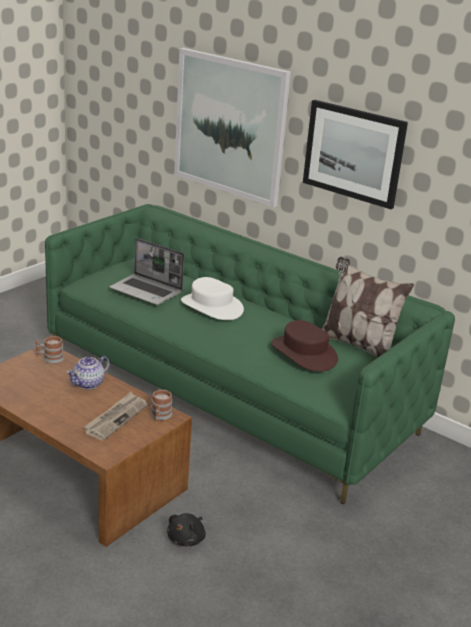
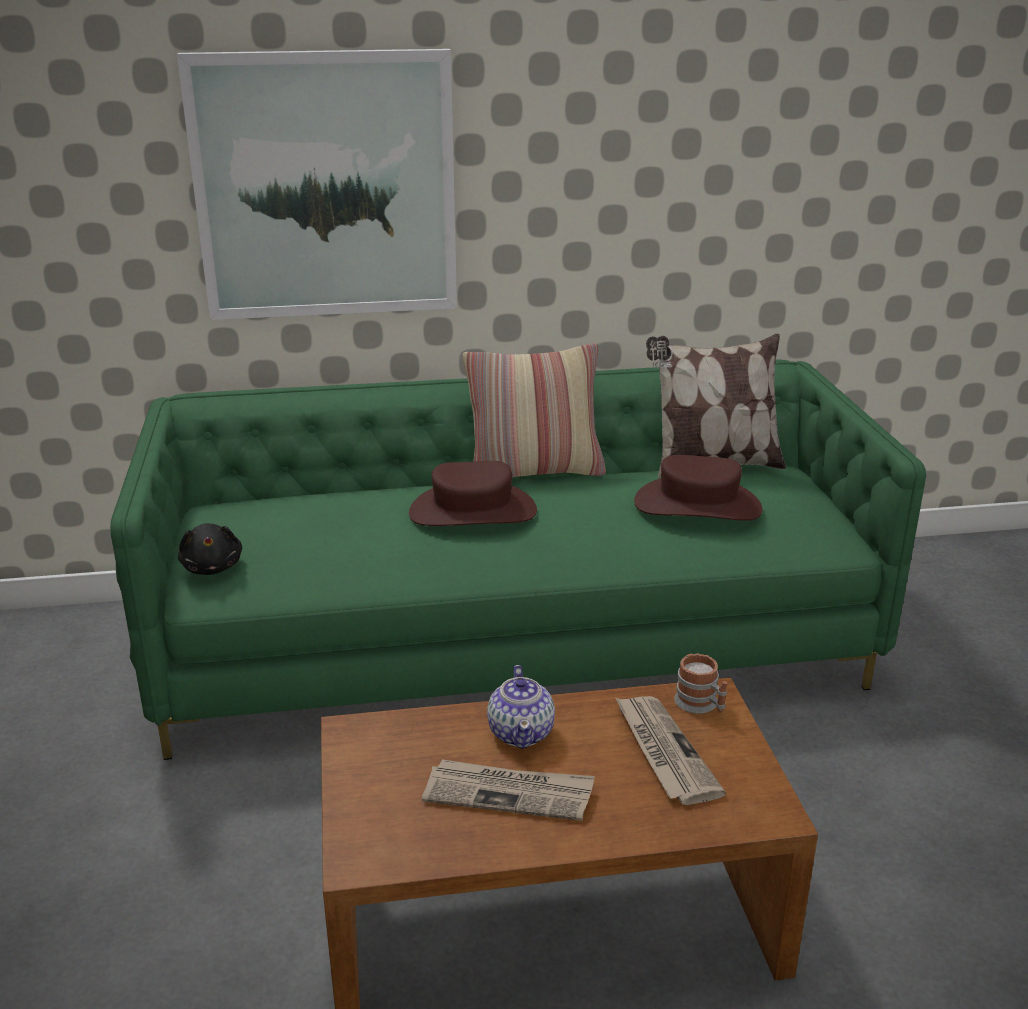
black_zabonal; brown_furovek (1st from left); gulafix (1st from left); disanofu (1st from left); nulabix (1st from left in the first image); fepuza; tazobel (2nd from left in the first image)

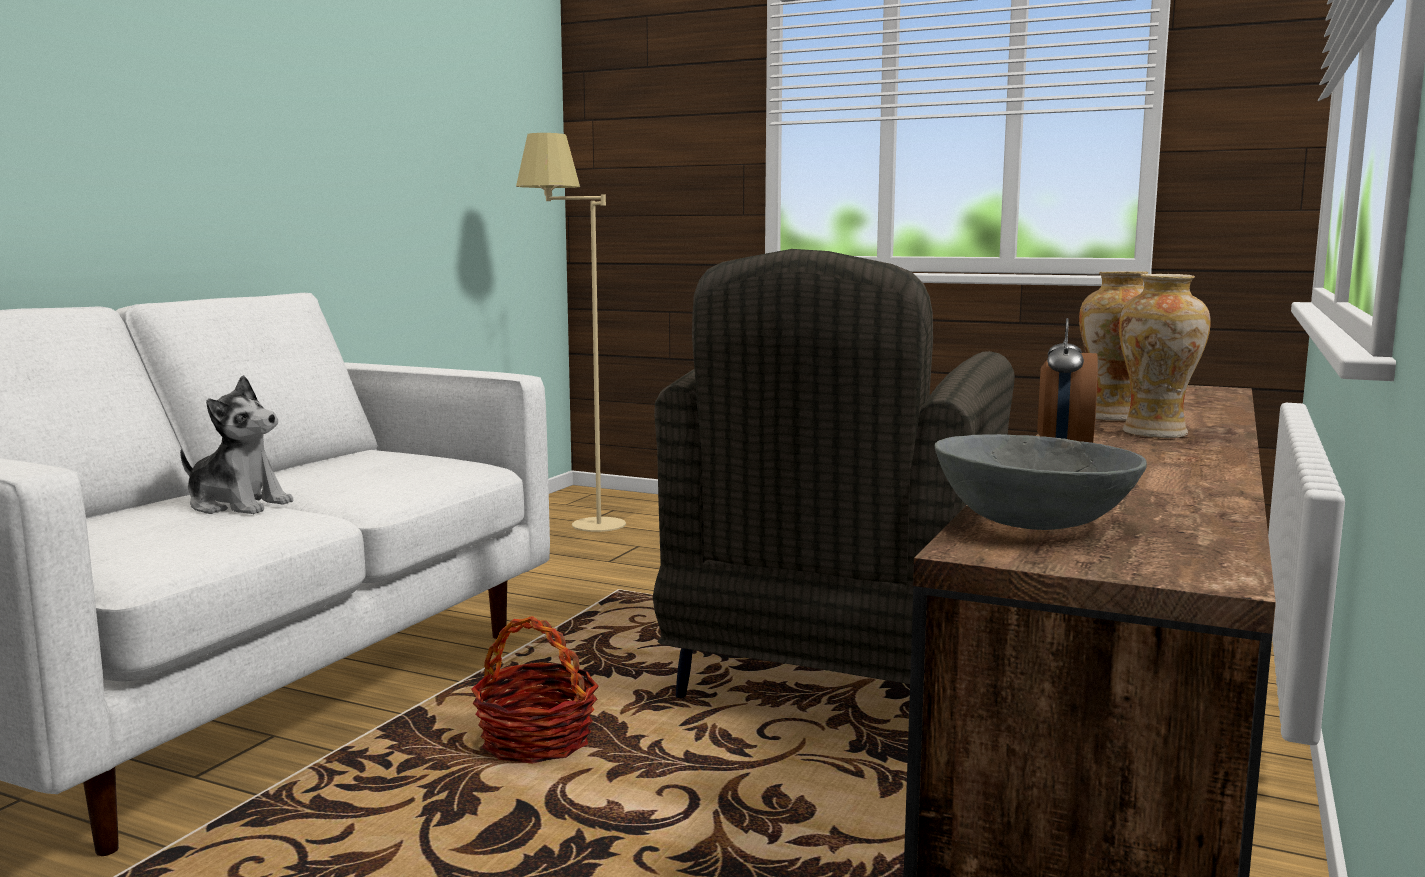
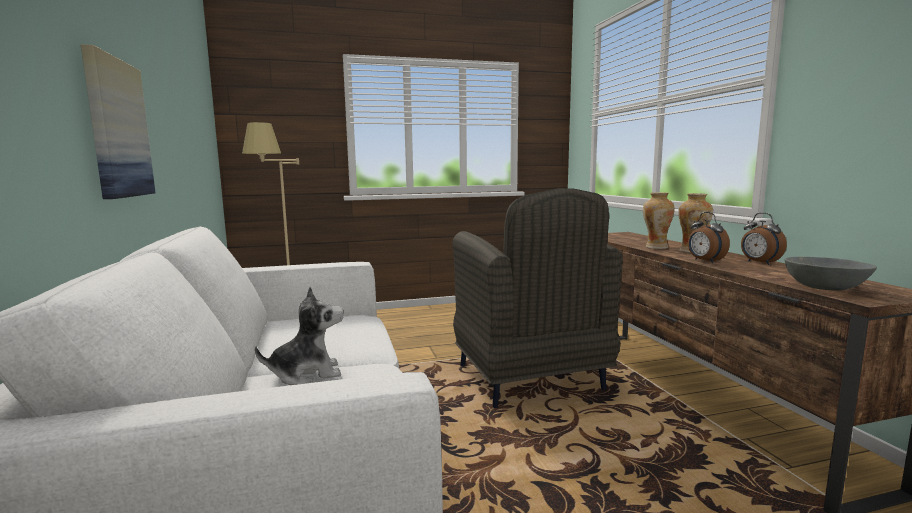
tazobel; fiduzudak (2nd from left); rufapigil

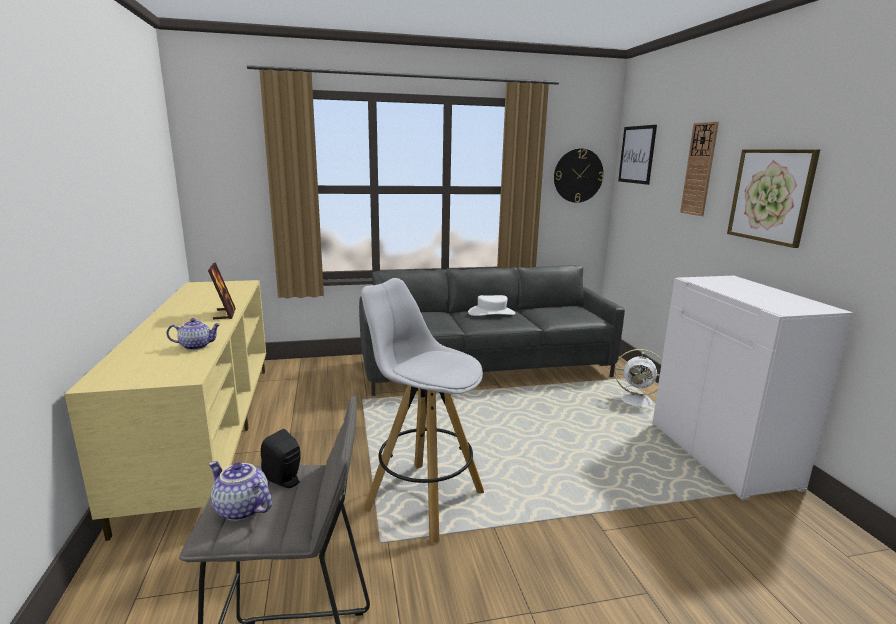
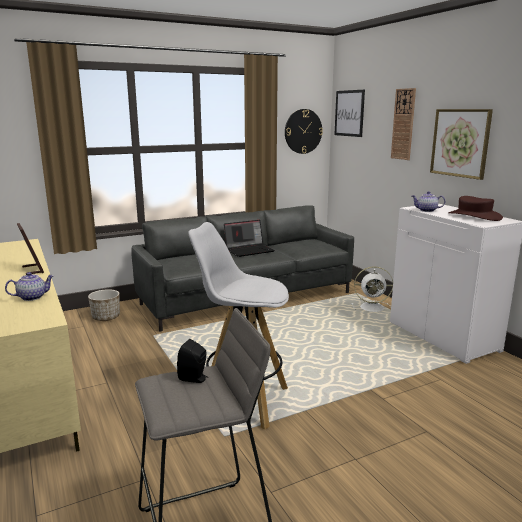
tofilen; fepuza; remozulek (2nd from left); brown_furovek

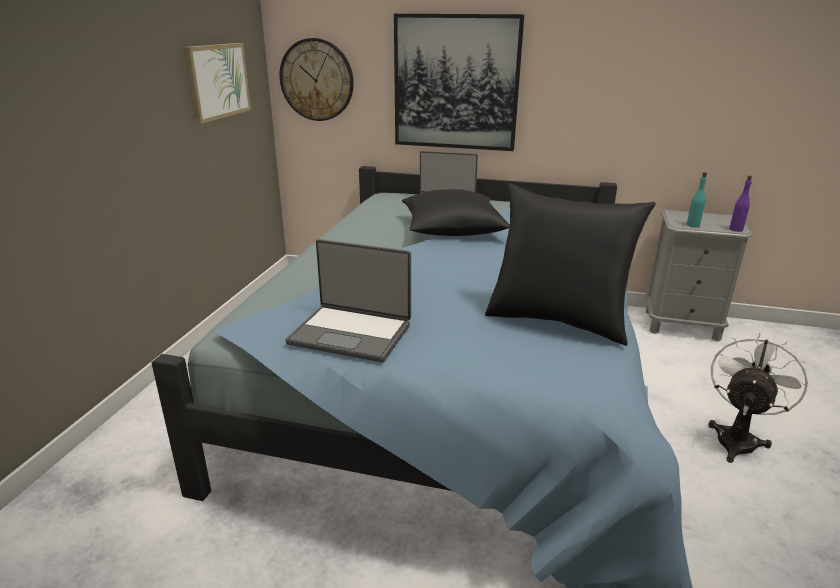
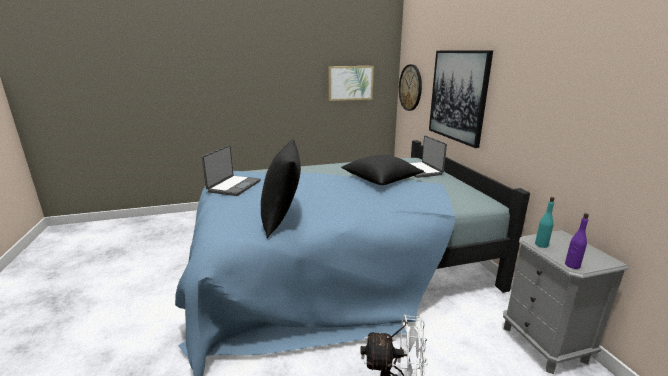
fepuza (1st from left)

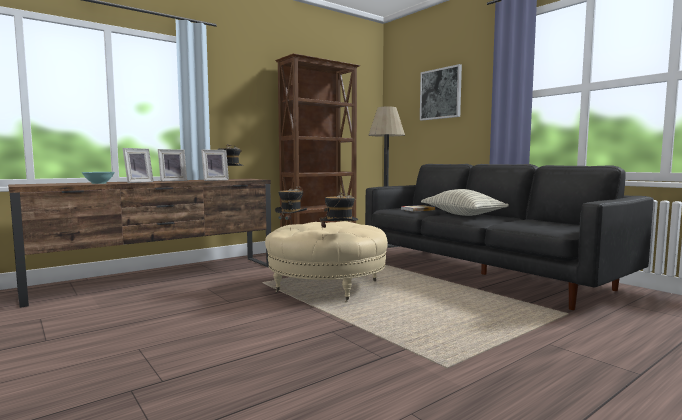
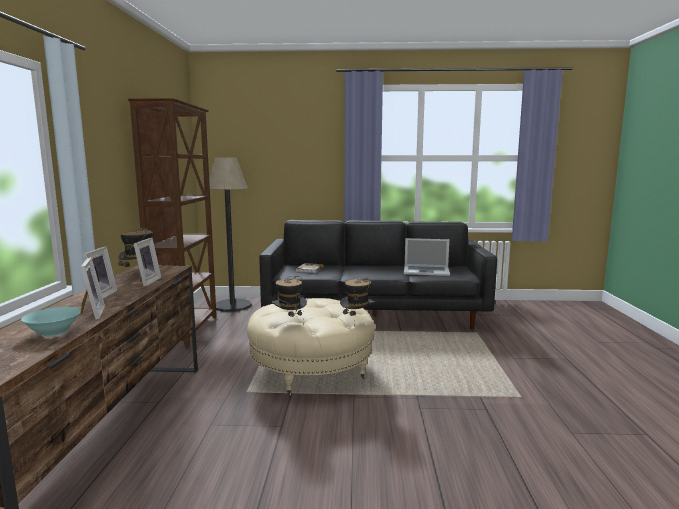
fepuza; tazobel; disanofu

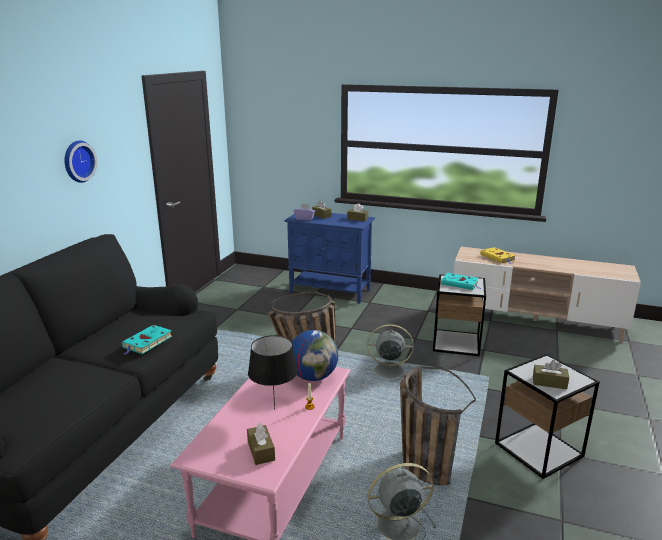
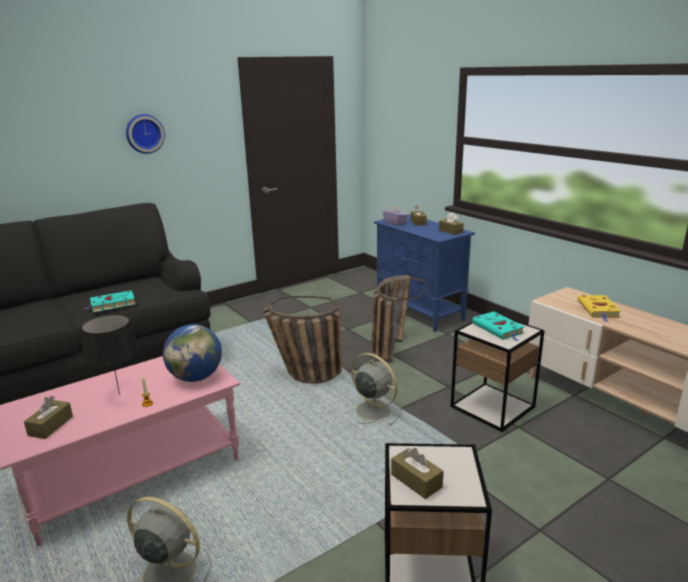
rufapigil (2nd from left)

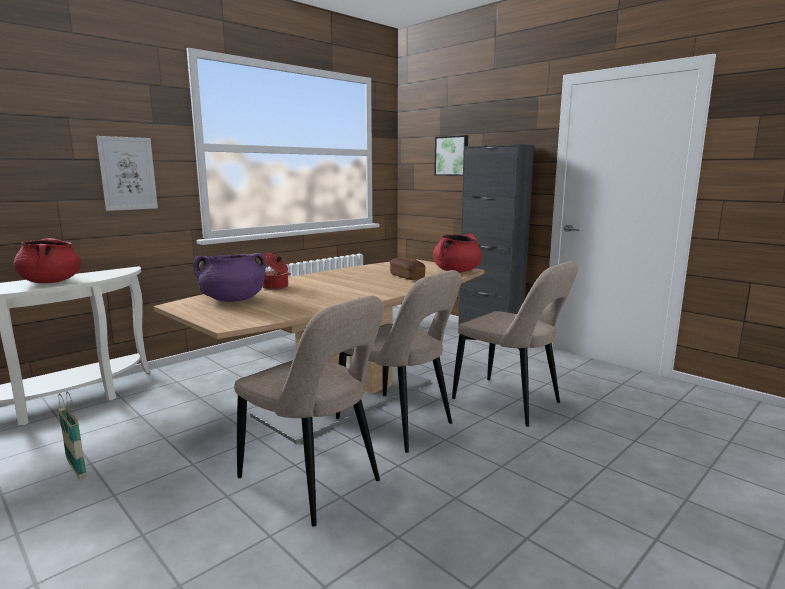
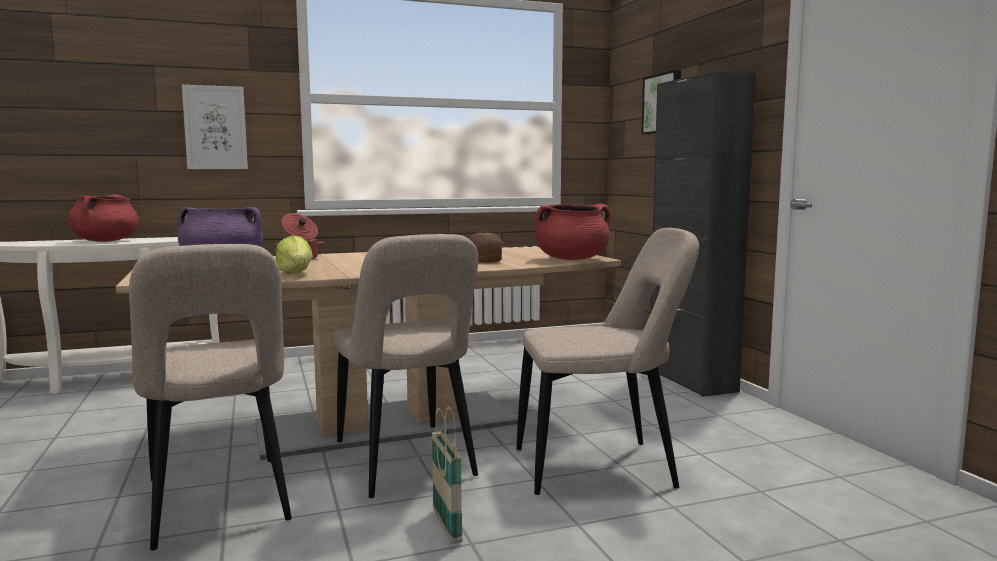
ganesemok; rufapigil; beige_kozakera (3rd from left)

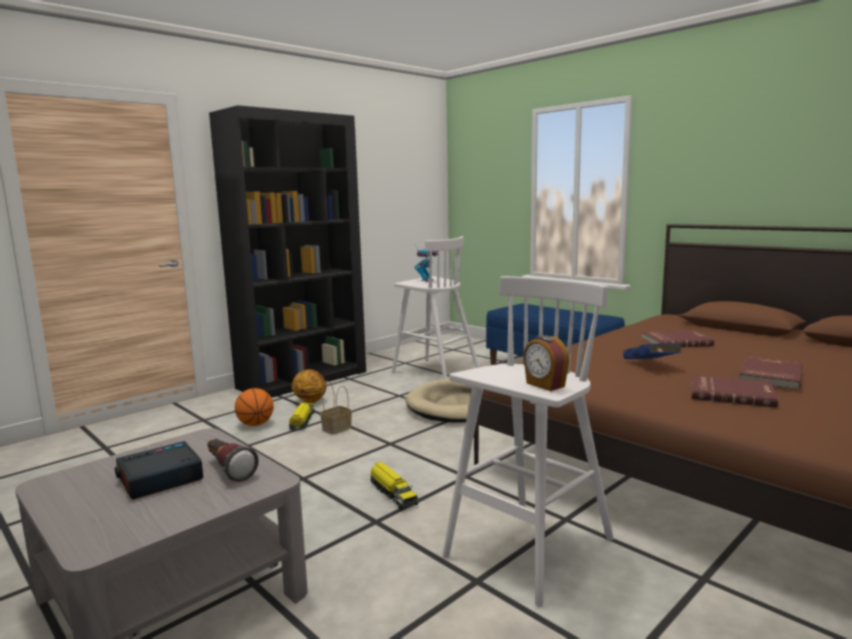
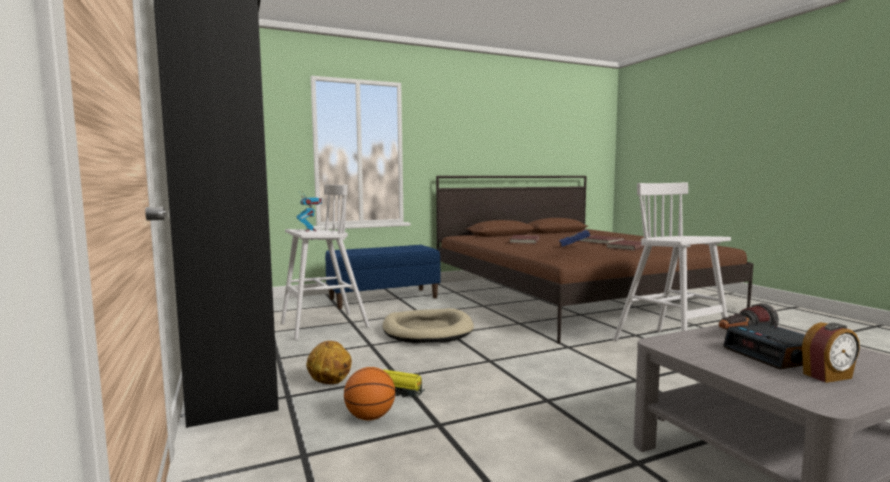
fiduzudak (2nd from left); rufapigil; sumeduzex (2nd from left in the first image)

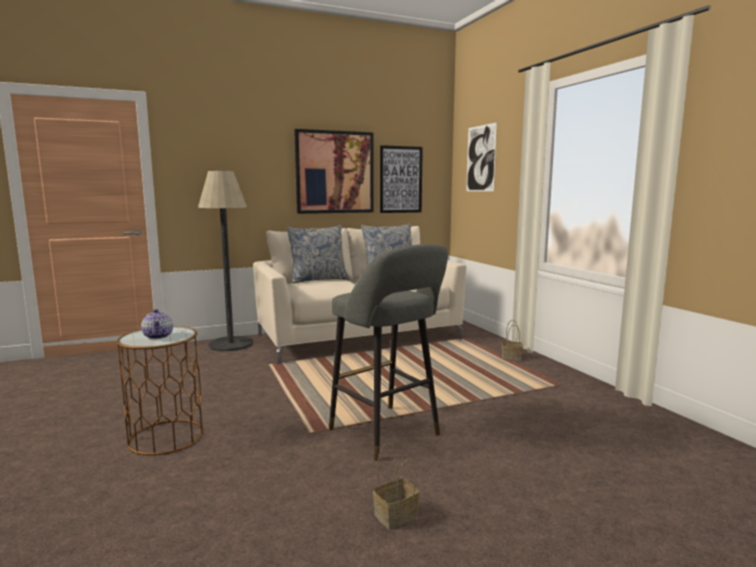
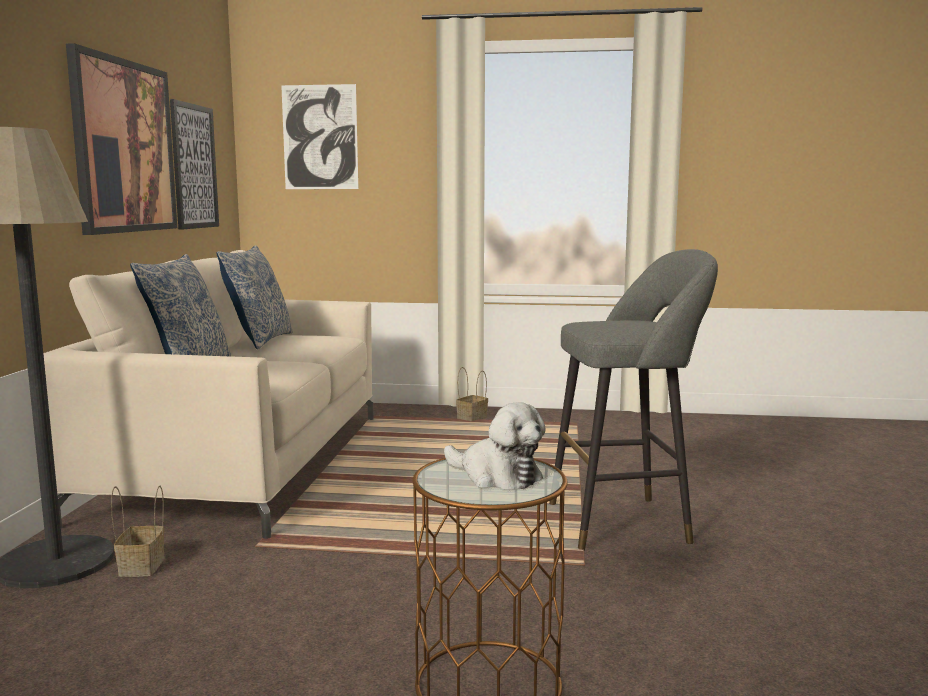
rufapigil (1st from left); zabonal

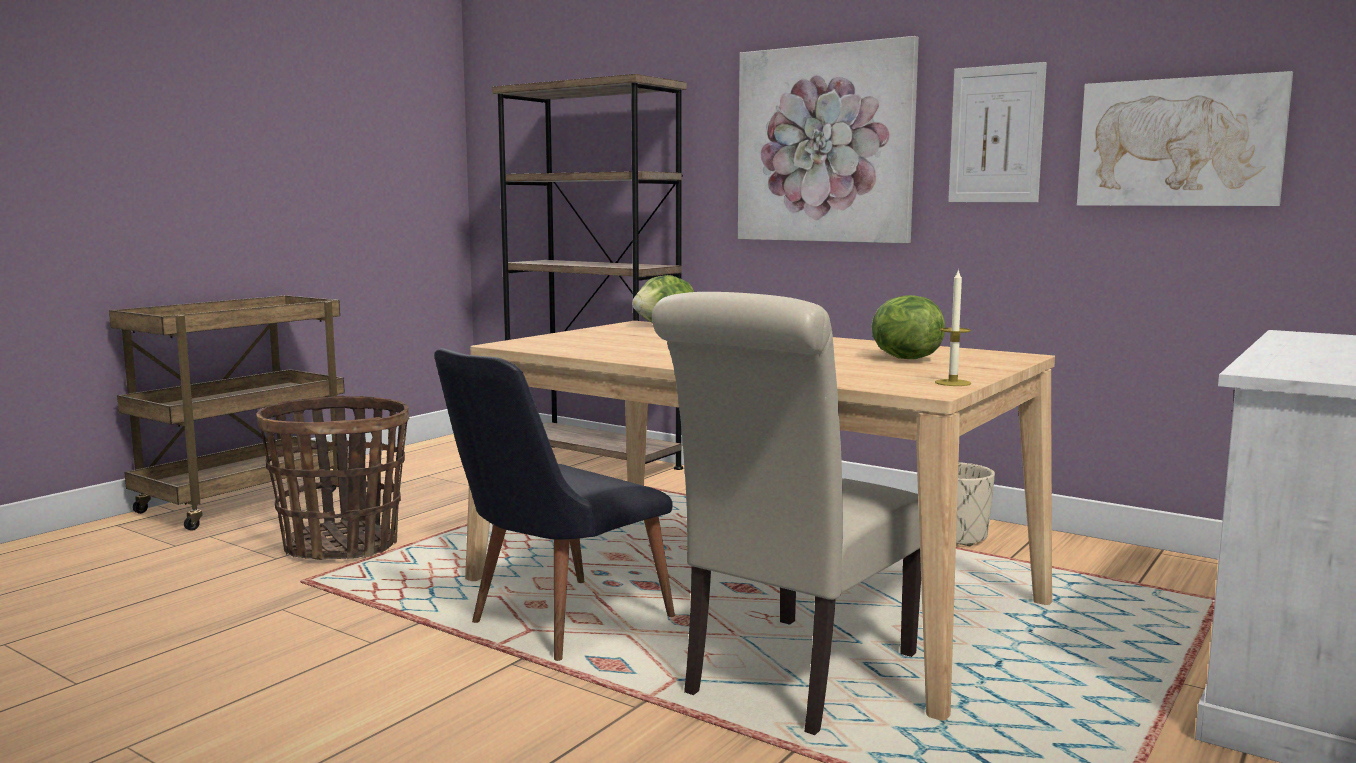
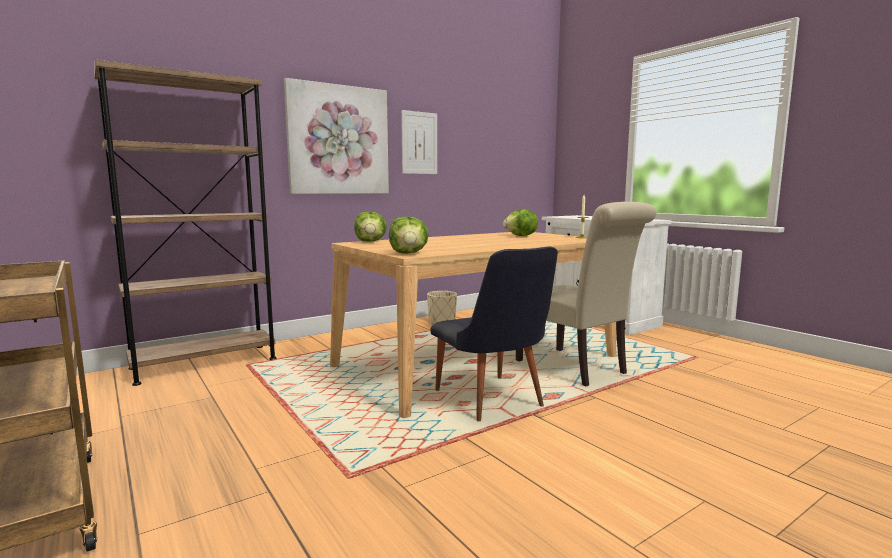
ganesemok (2nd from left); rufapigil; tazobel (3rd from left in the first image)

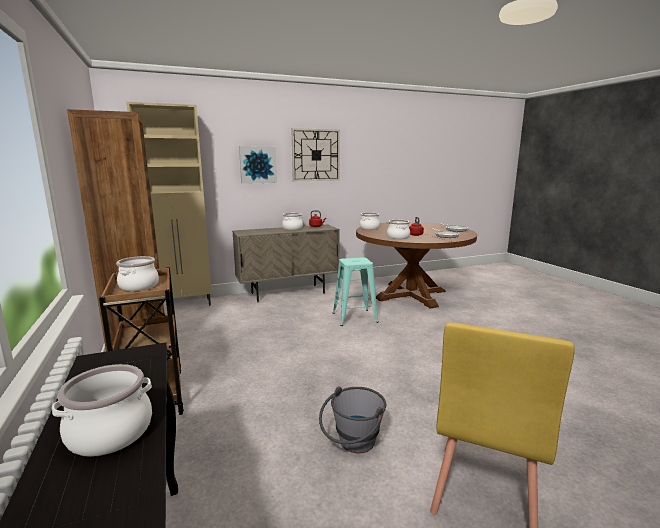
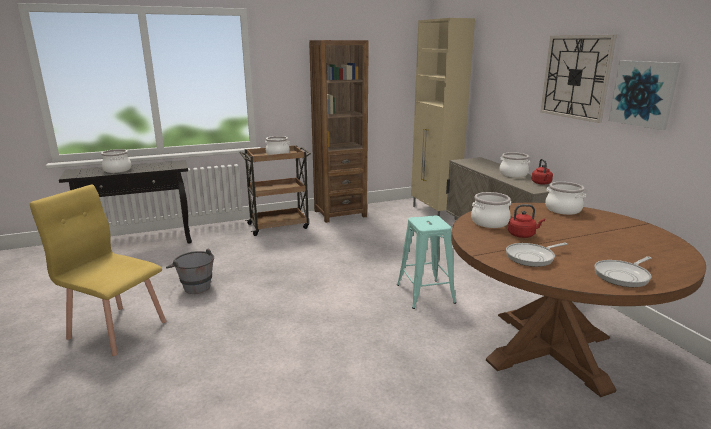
tazobel

